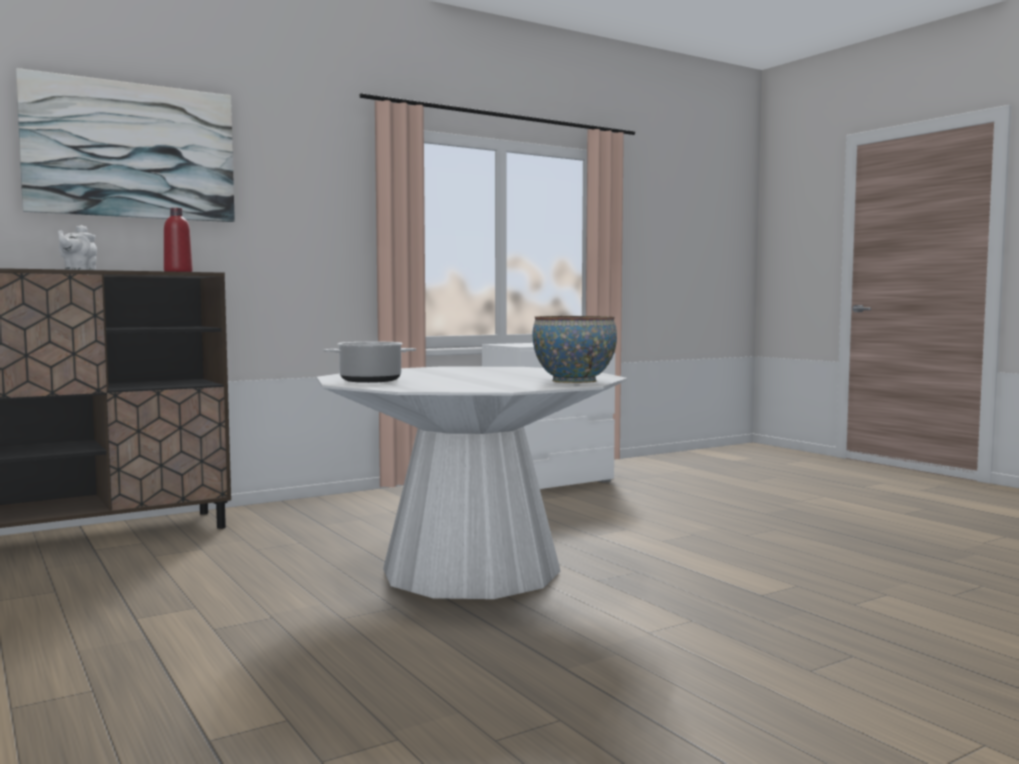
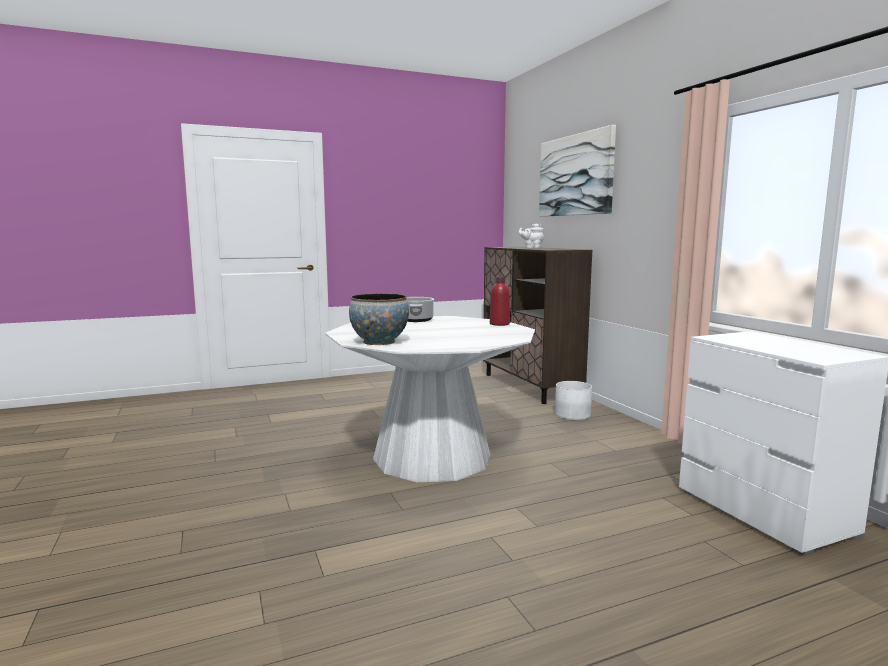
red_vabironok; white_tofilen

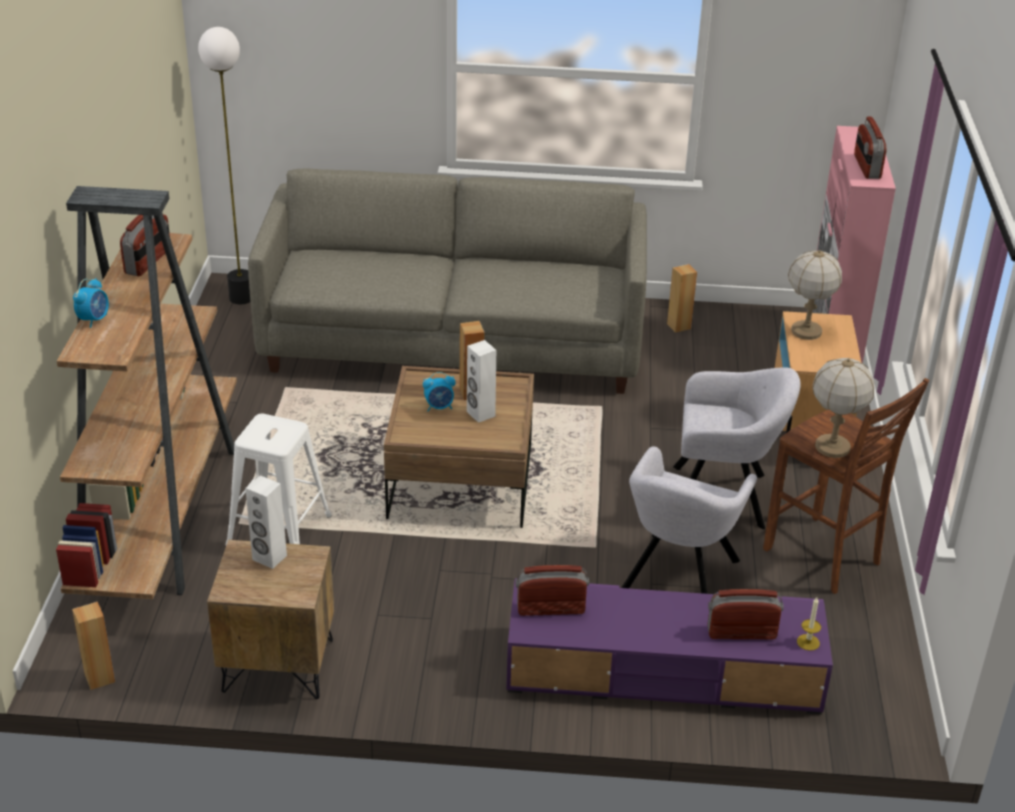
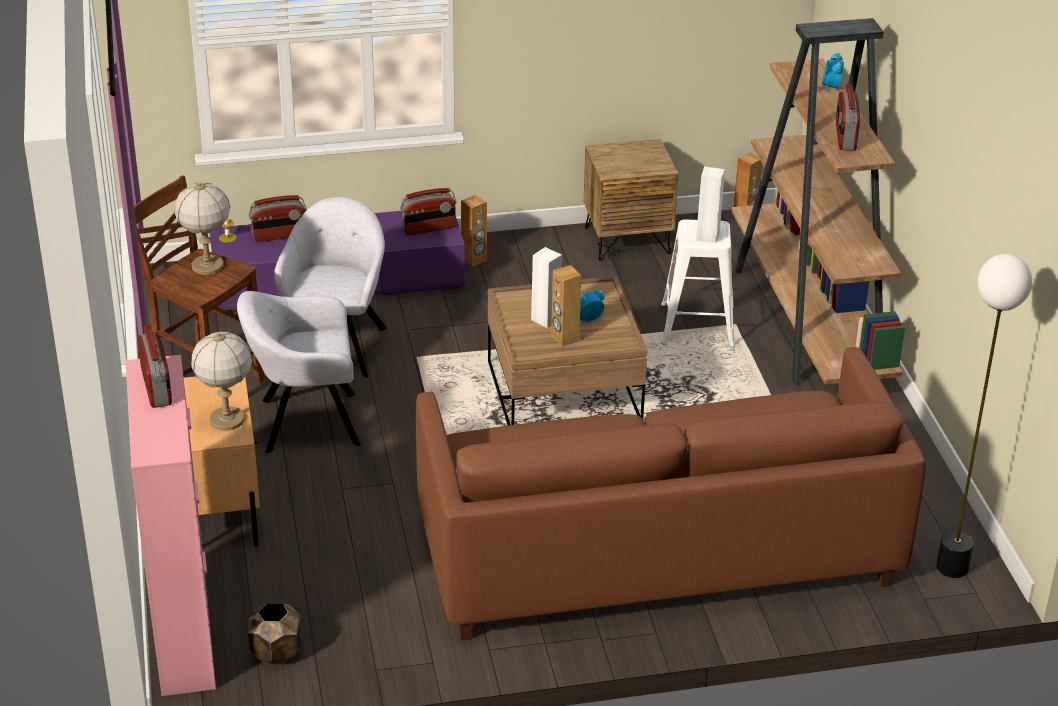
brown_tofilen; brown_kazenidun; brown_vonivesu (1st from left); white_vonivesu (2nd from left)

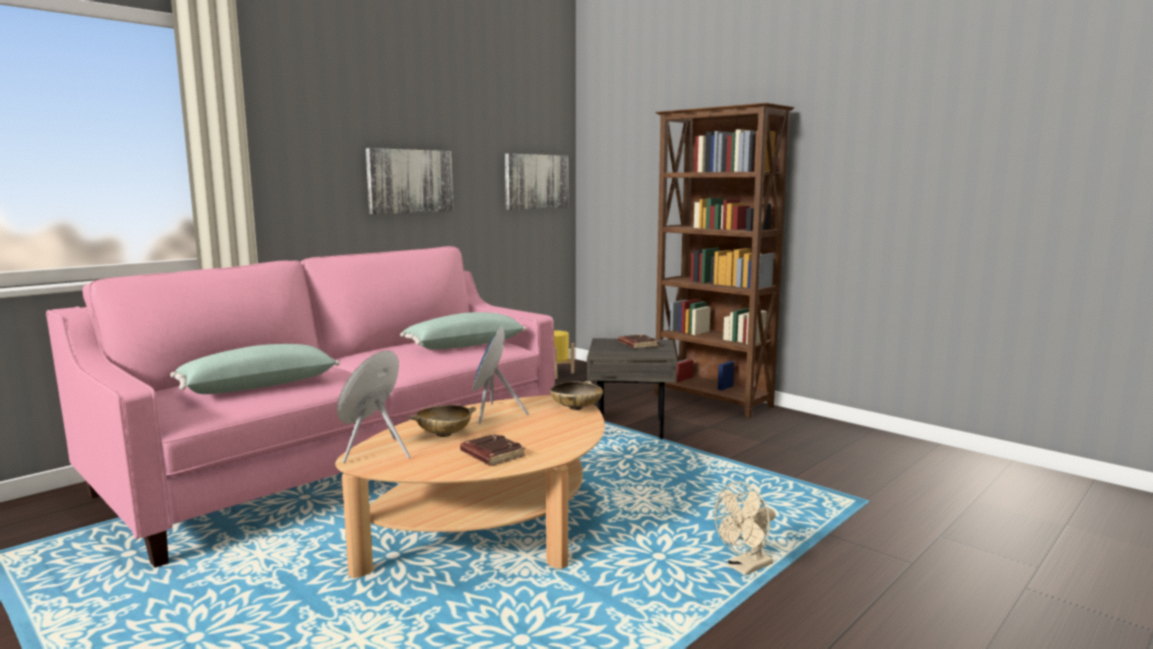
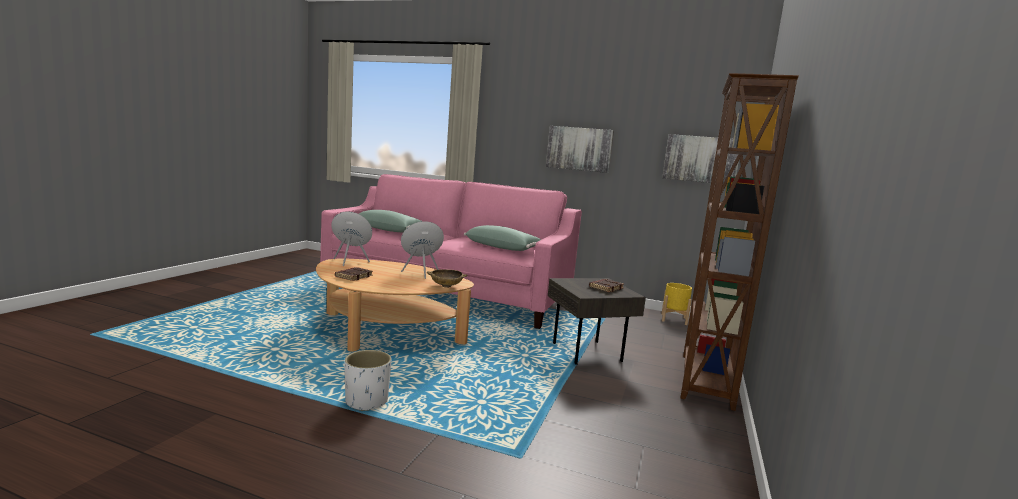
white_tofilen; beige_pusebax (1st from left in the first image)

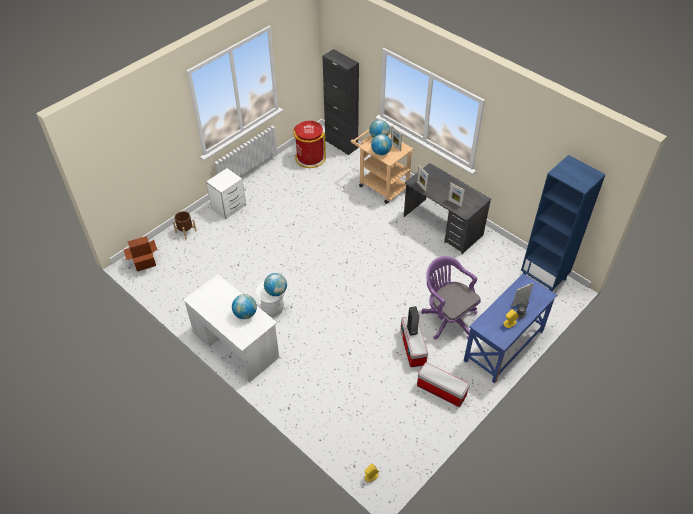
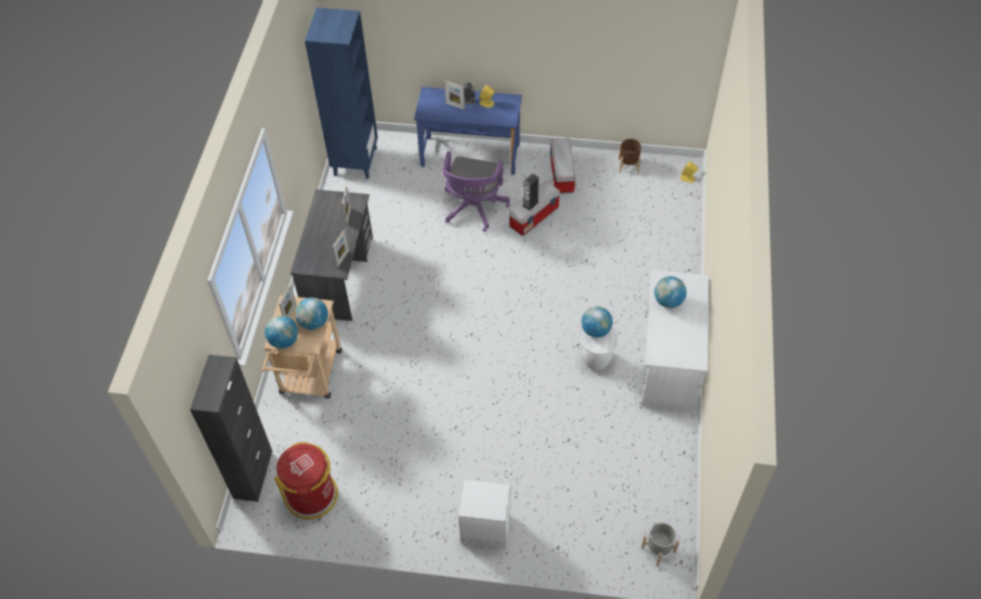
brown_tofilen; grey_tofilen

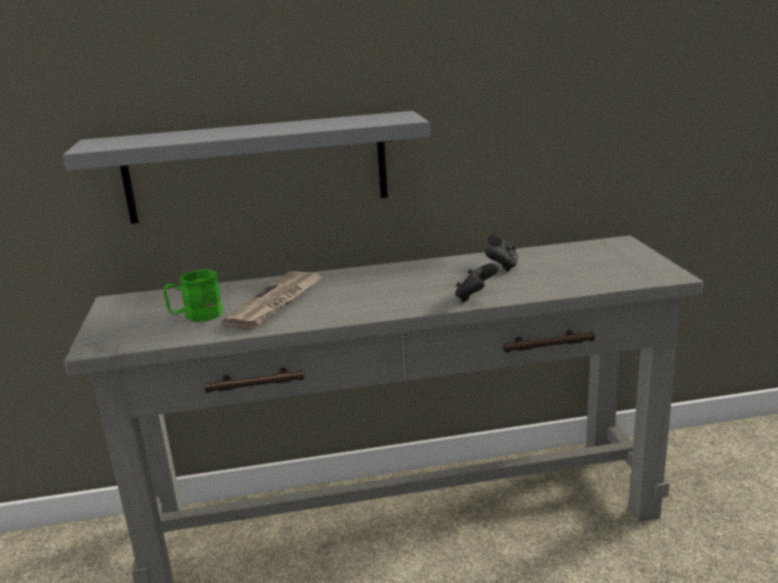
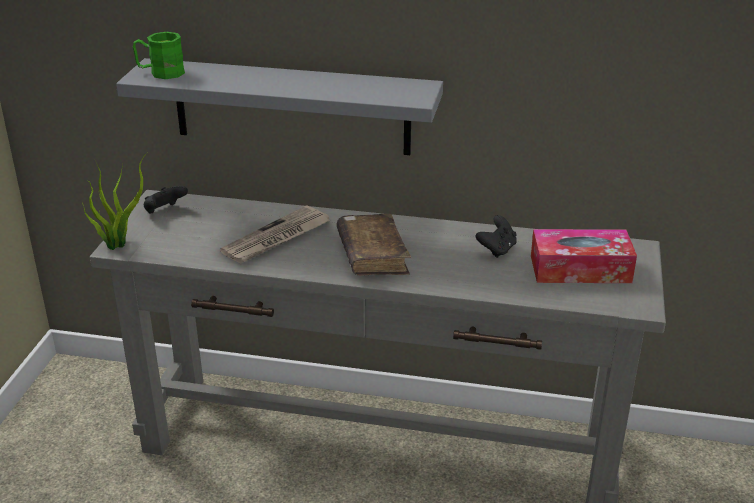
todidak; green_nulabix; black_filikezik (1st from left); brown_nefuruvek; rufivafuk

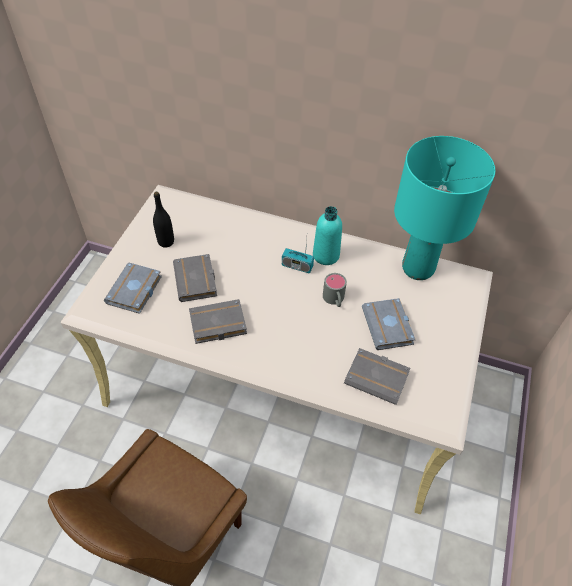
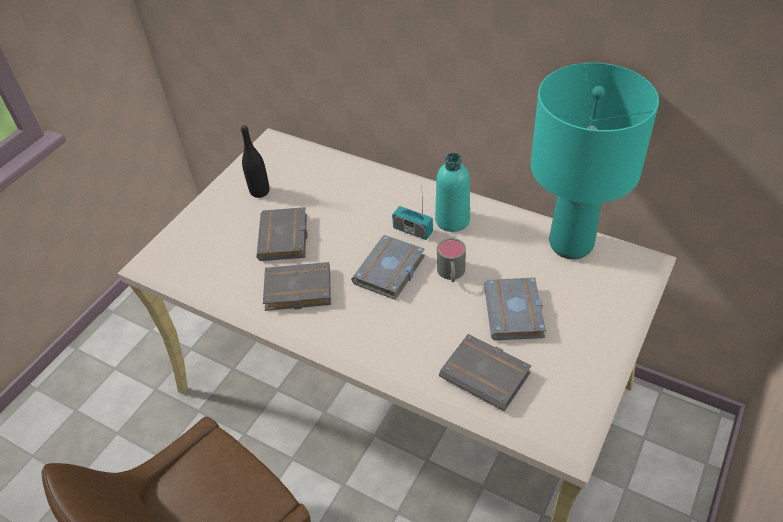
grey_nefuruvek (3rd from left)

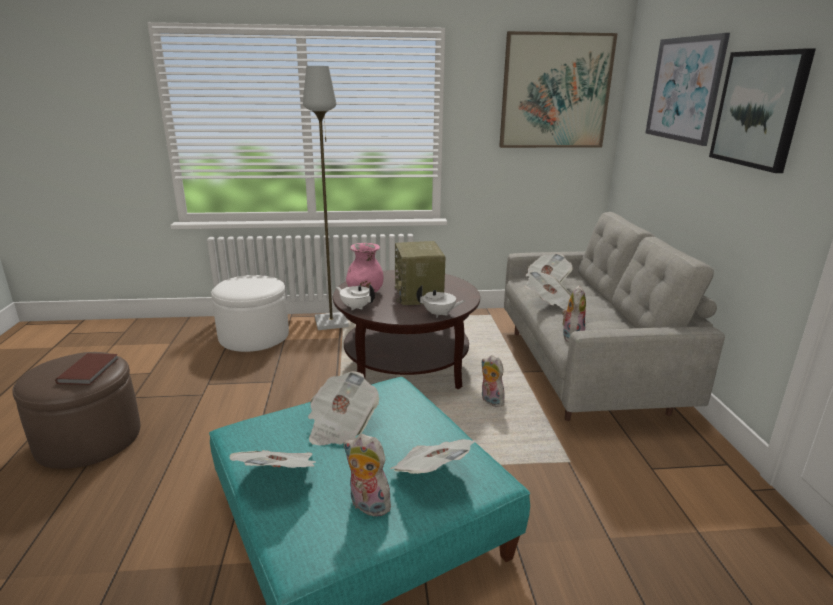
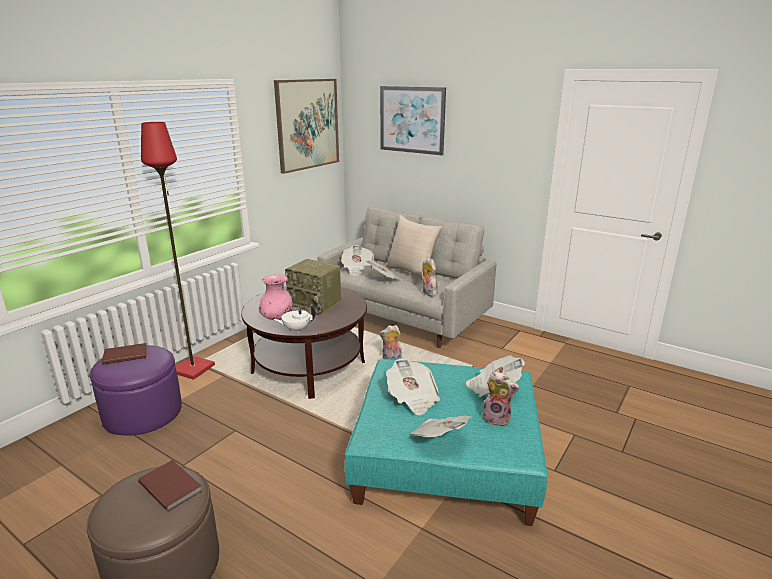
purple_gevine; brown_nefuruvek (1st from left); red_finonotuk; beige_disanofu; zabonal (3rd from left); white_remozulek (2nd from left in the first image); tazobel (3rd from left in the first image)

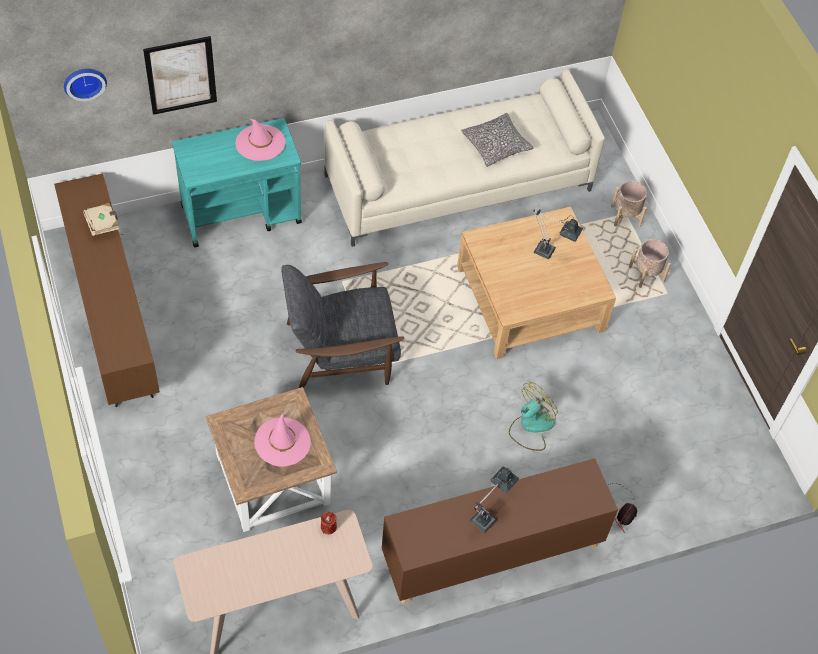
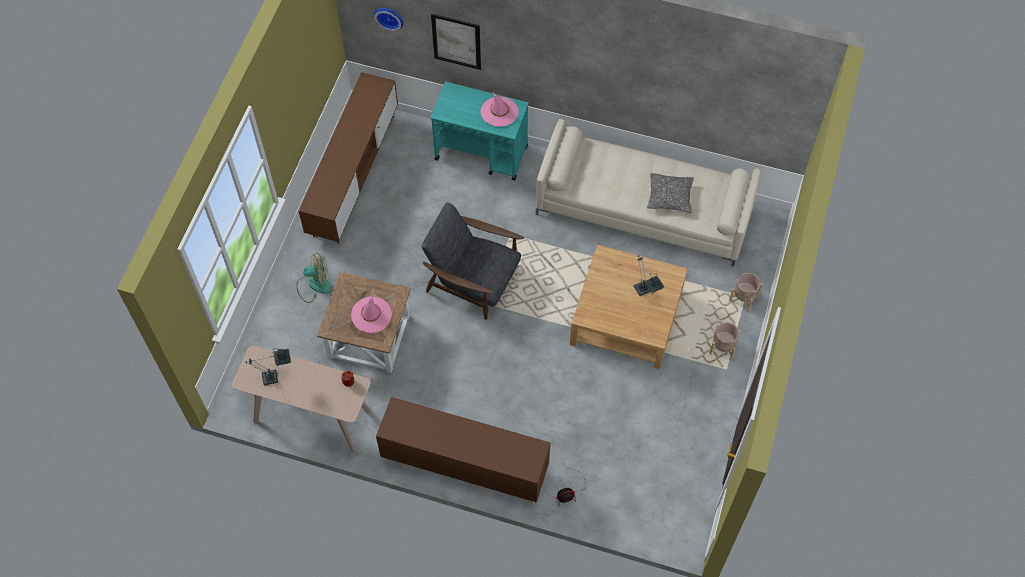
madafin (1st from left); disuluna (1st from left); beige_nefuruvek

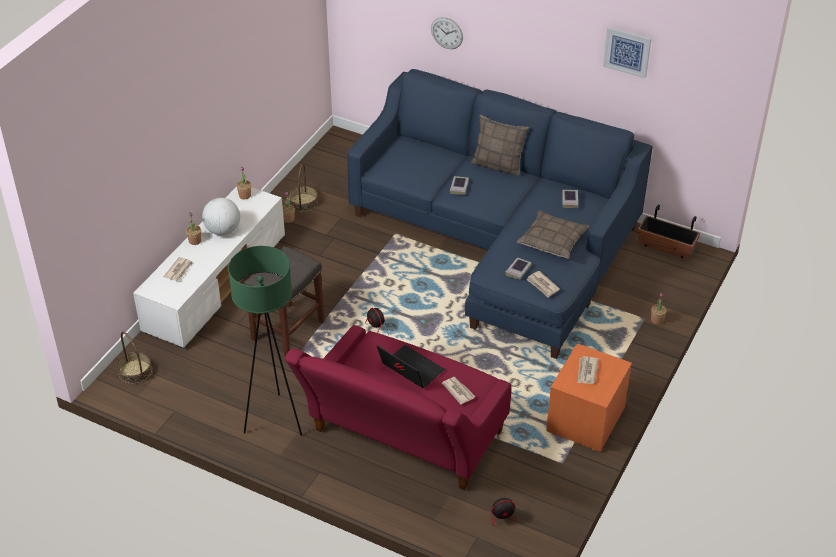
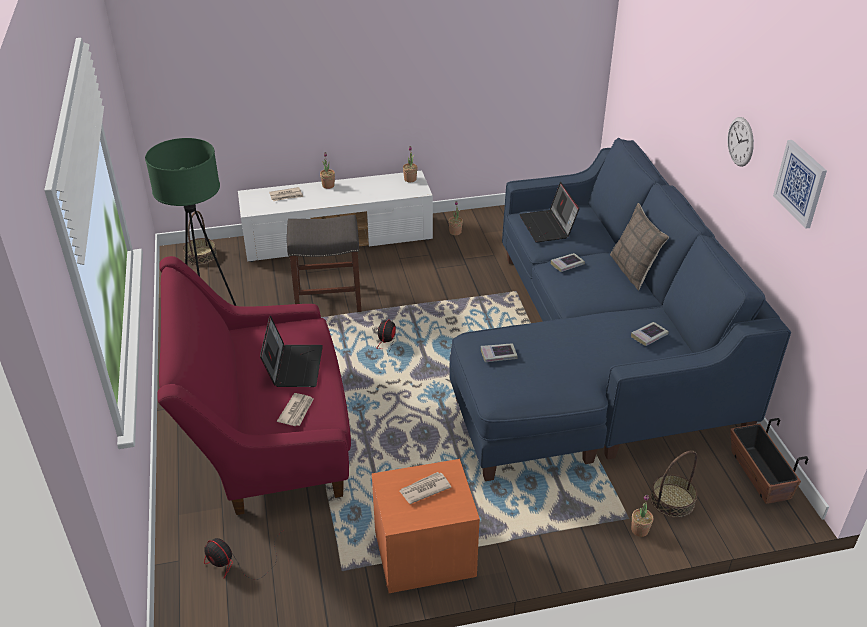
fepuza (2nd from left); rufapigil (2nd from left); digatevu; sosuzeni; disanofu (2nd from left in the first image); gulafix (3rd from left in the first image)

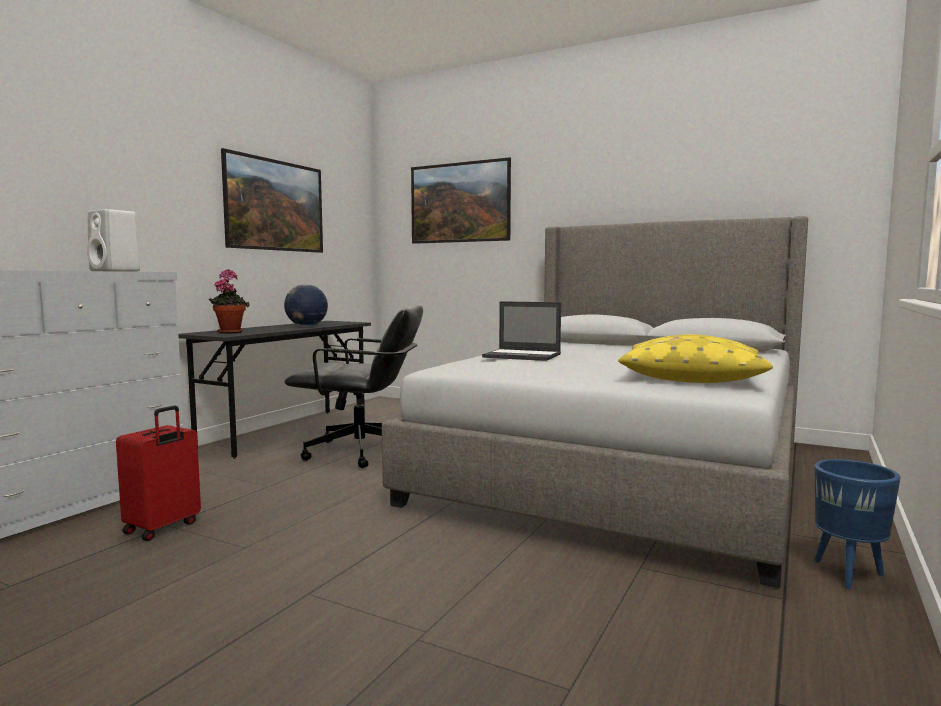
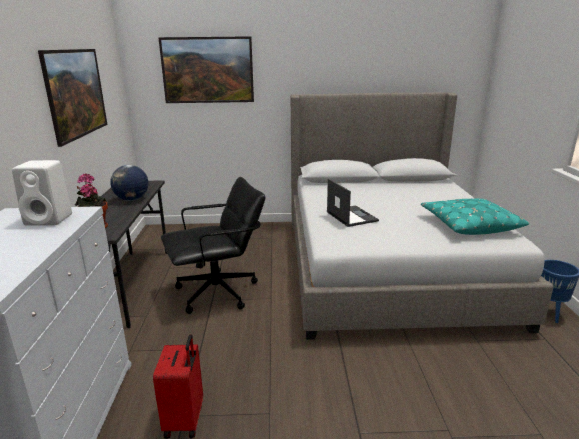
fepuza; turquoise_disanofu

